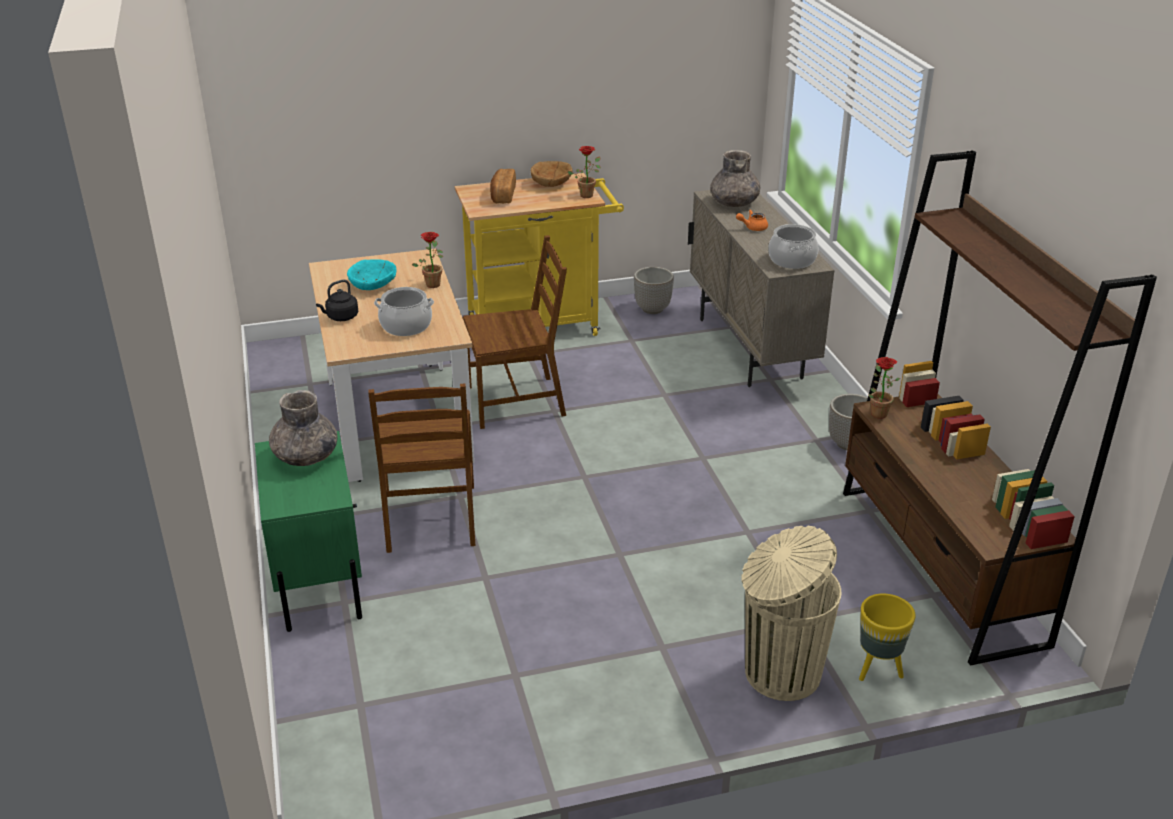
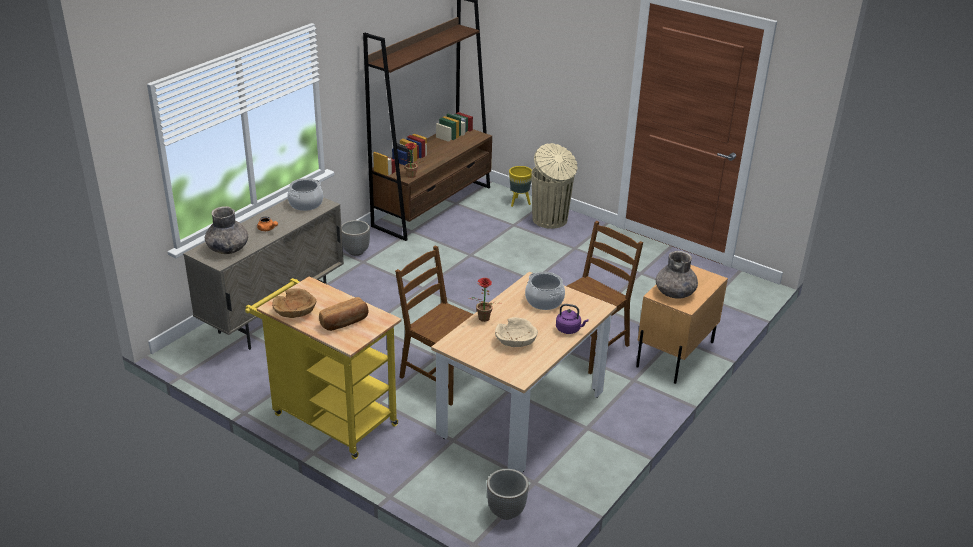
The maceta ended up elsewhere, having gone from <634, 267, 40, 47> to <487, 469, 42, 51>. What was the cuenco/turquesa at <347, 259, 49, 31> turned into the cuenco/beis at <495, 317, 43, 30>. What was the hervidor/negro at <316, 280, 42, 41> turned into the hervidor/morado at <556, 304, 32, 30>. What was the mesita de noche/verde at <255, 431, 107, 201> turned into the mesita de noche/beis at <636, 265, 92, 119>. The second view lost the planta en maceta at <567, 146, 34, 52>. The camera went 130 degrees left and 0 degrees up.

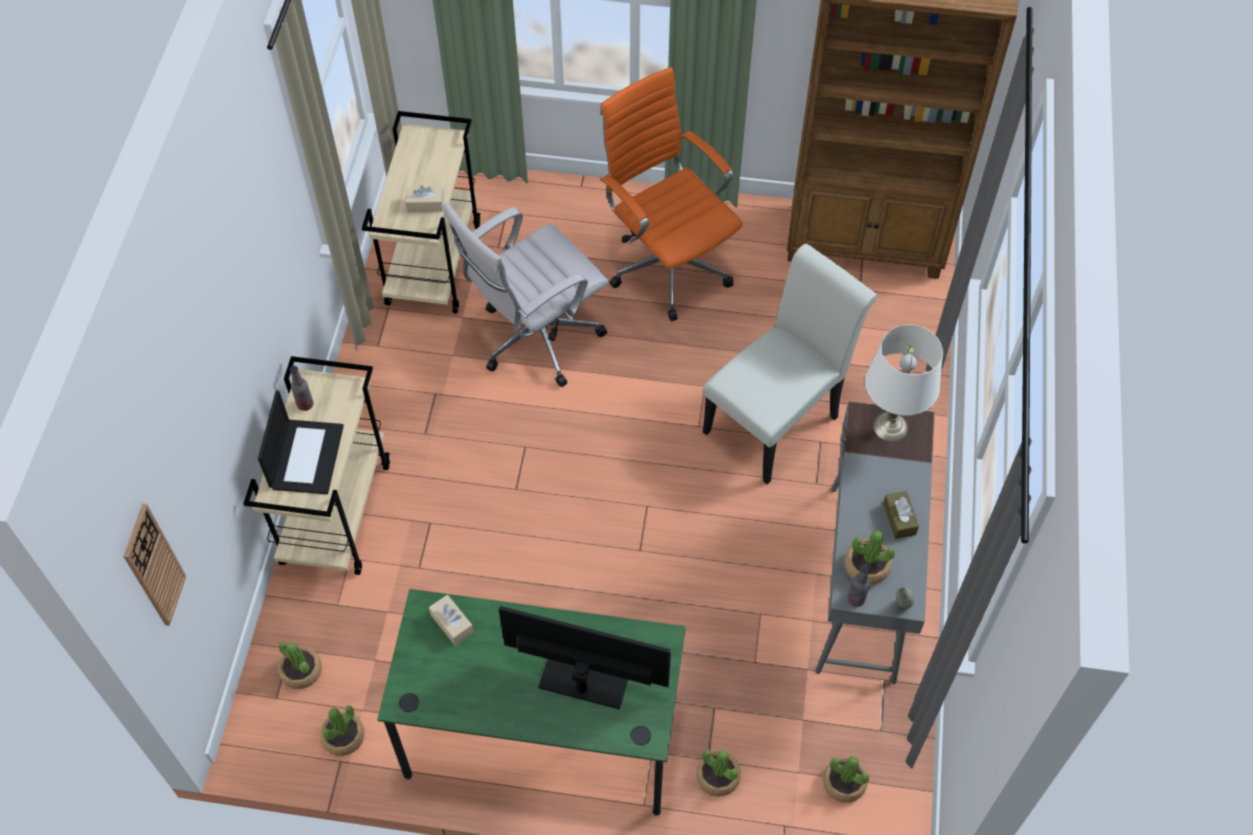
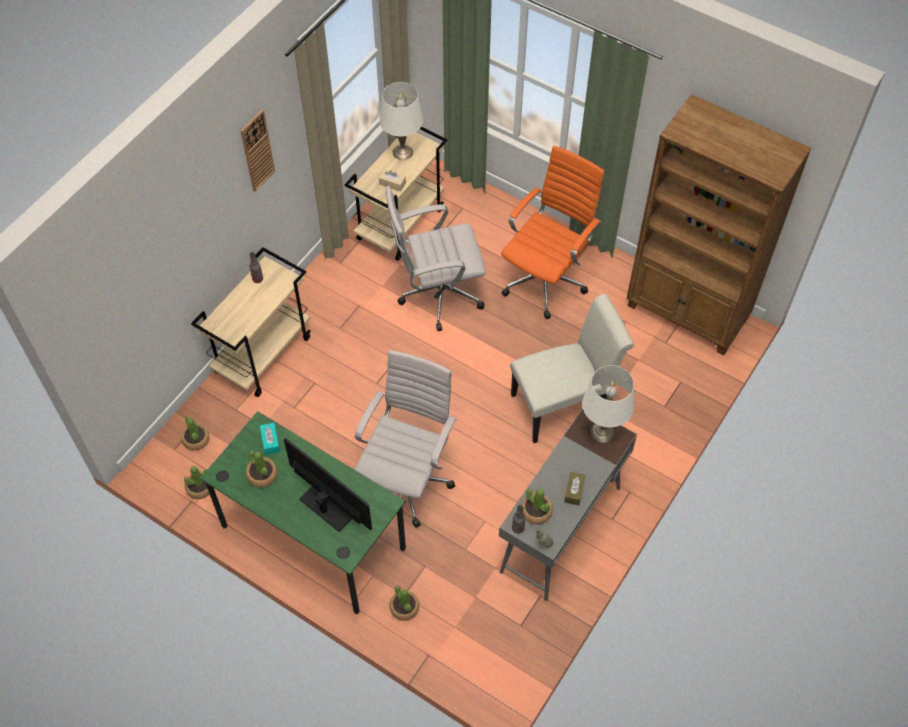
The reloj de pared ended up elsewhere, having gone from <123, 504, 63, 122> to <240, 110, 35, 82>. The planta en maceta ended up elsewhere, having gone from <823, 756, 46, 47> to <246, 451, 31, 37>. What was the caja de pañuelos/beis at <429, 595, 45, 51> turned into the caja de pañuelos/turquesa at <260, 423, 20, 32>. The second view gained the silla de oficina/blanco at <355, 350, 102, 178>. The second view gained the lámpara de mesa/blanco at <379, 82, 44, 78>. The silla de oficina/naranja at <600, 67, 142, 254> ended up facing another way, 45 degrees clockwise from before. The second view lost the portátil at <258, 390, 86, 104>. The camera went 25 degrees right and 0 degrees up.

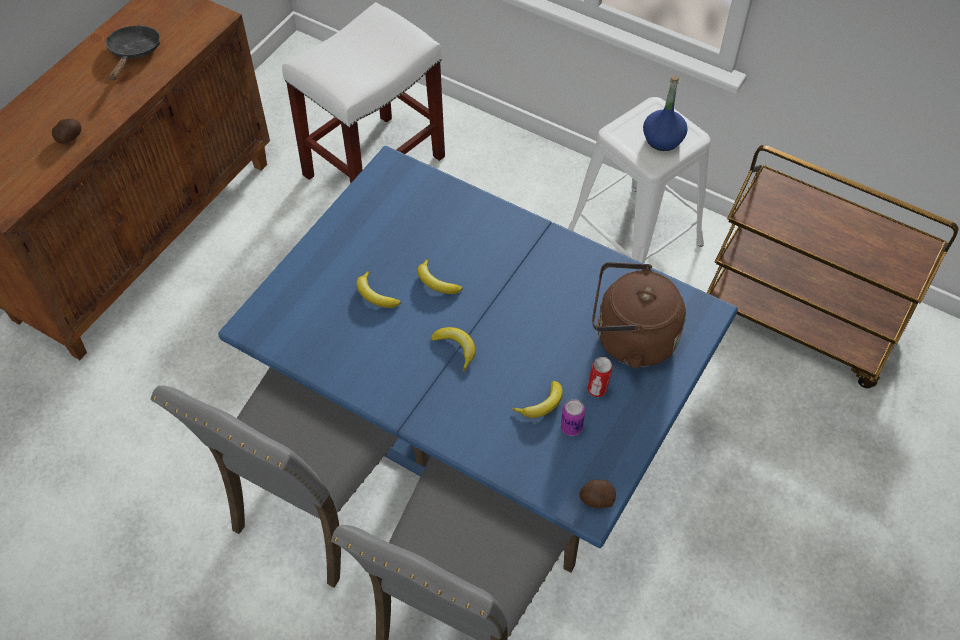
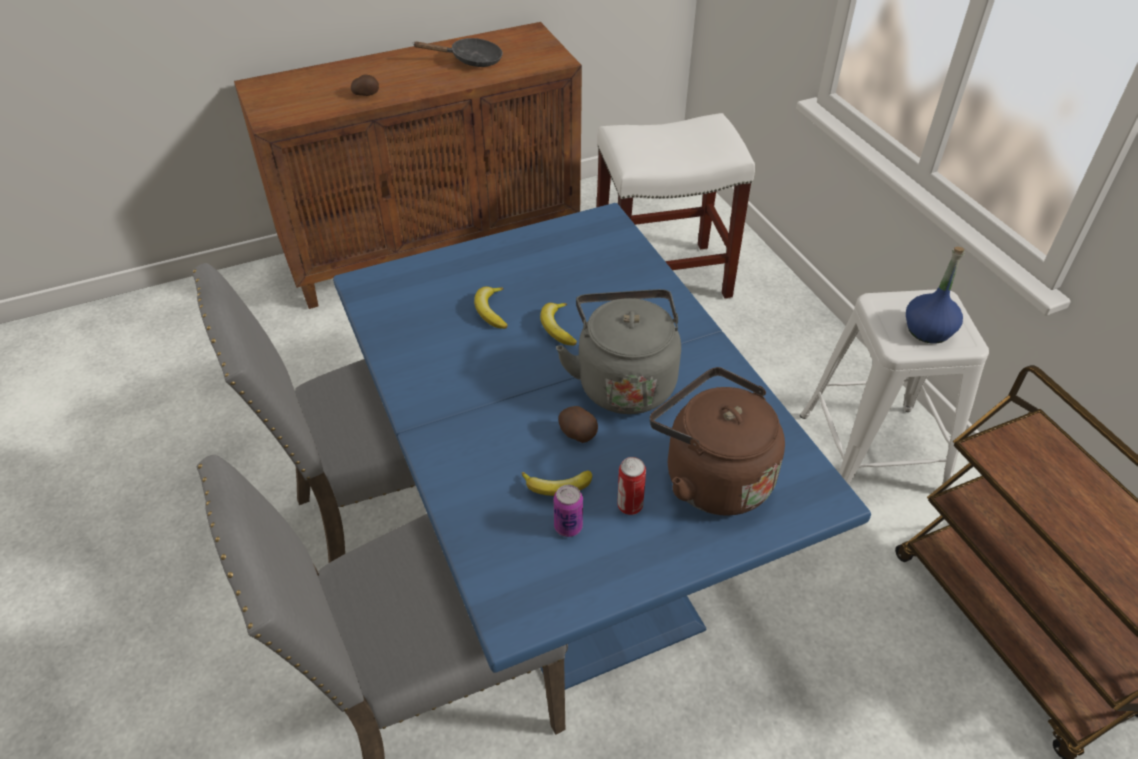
The sartén/negro at <106, 25, 54, 55> ended up facing another way, 45 degrees clockwise from before. The second view gained the hervidor/gris at <556, 289, 125, 125>. The patata ended up elsewhere, having gone from <580, 479, 36, 29> to <559, 406, 39, 37>. The second view lost the plátano at <431, 327, 45, 45>. The camera went 35 degrees right and 10 degrees down.

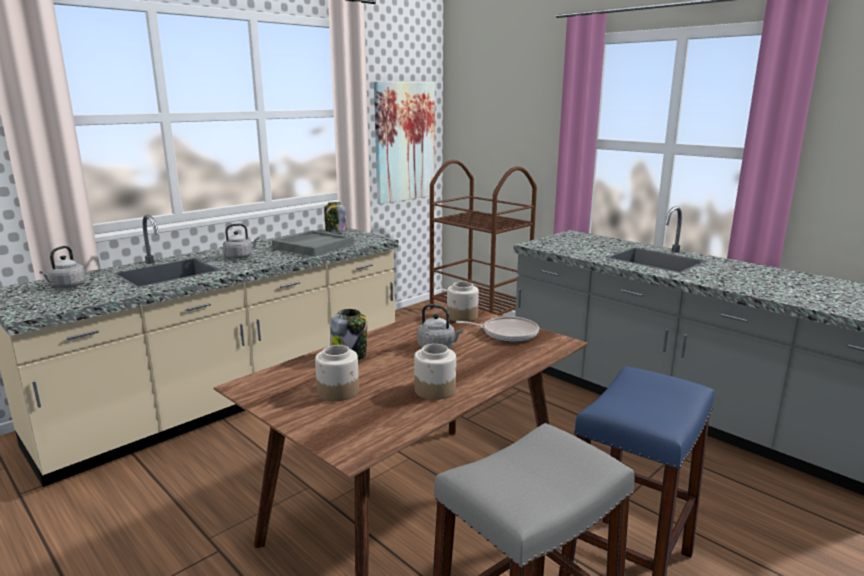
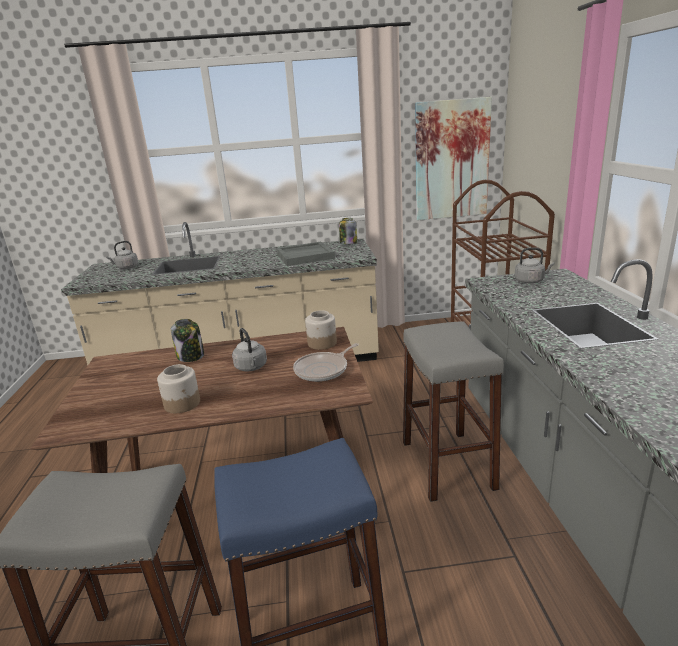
The sartén at <456, 316, 83, 26> ended up facing another way, 90 degrees clockwise from before. The second view gained the taburete/gris at <403, 321, 101, 181>. The hervidor/gris ended up elsewhere, having gone from <223, 224, 37, 35> to <515, 247, 40, 36>. The second view lost the tarro at <315, 345, 44, 56>. The camera went 40 degrees right and 5 degrees up.

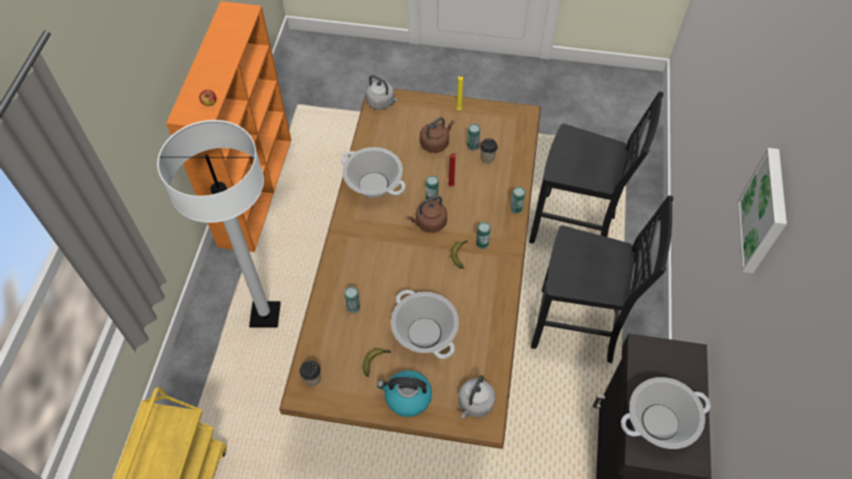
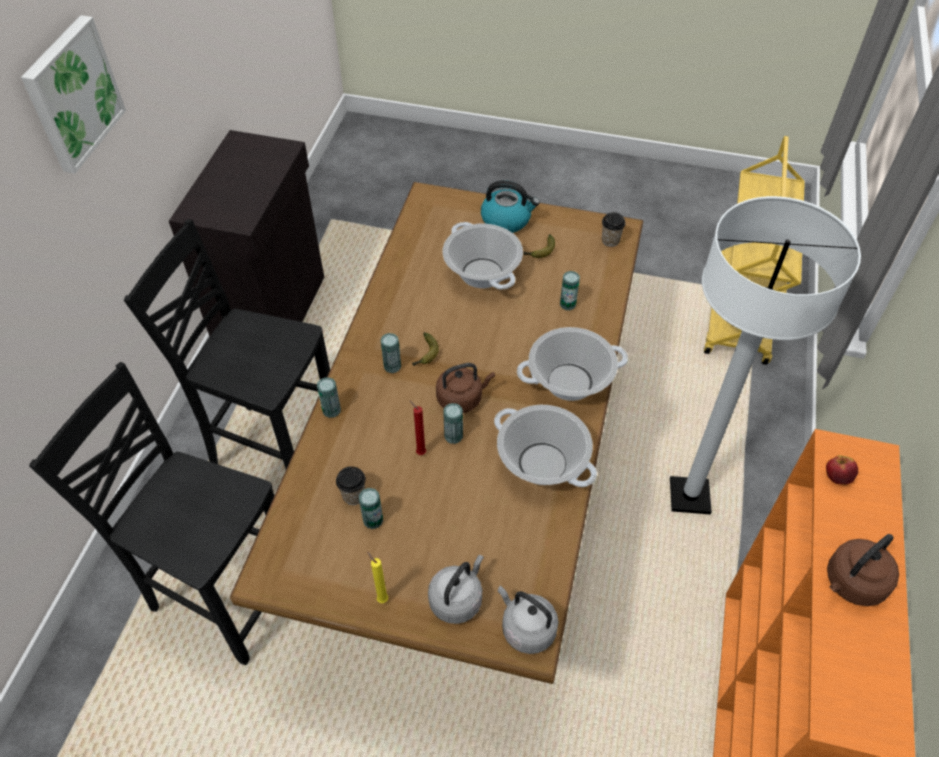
The hervidor/gris ended up elsewhere, having gone from <459, 375, 36, 43> to <428, 555, 56, 69>. The olla ended up elsewhere, having gone from <621, 377, 90, 72> to <517, 327, 111, 74>. The hervidor/marrón ended up elsewhere, having gone from <420, 117, 34, 36> to <827, 534, 72, 72>. The camera went 175 degrees left and 5 degrees down.

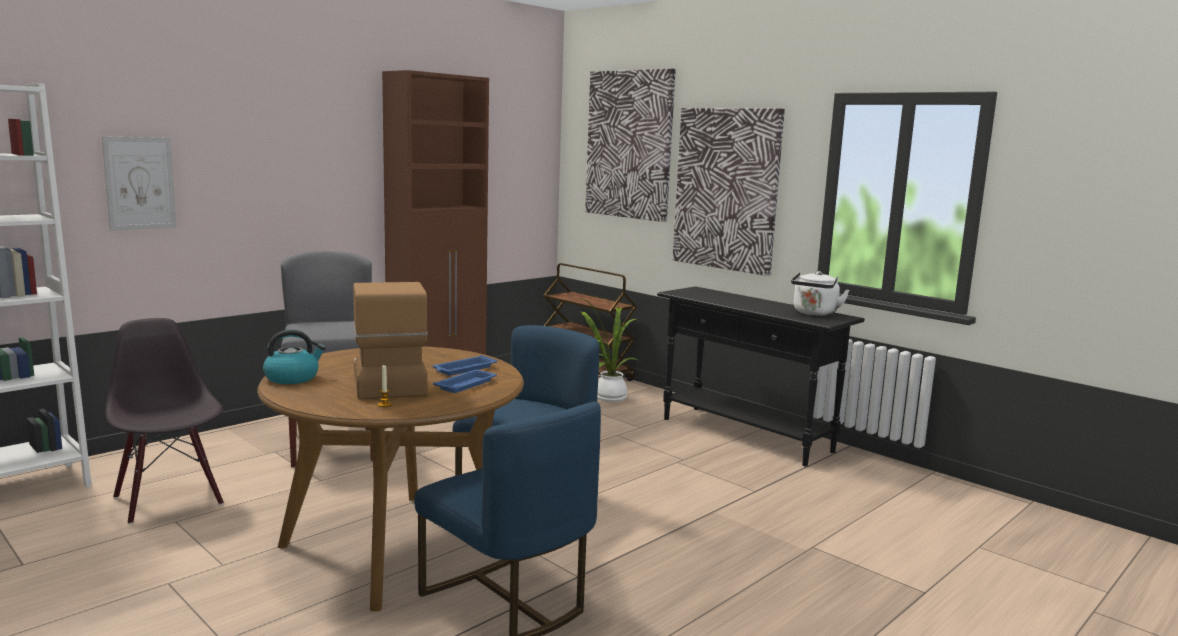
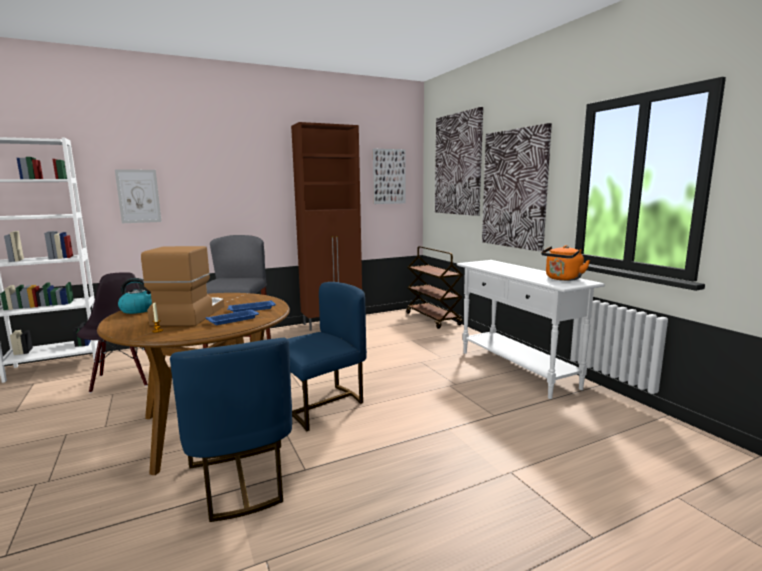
The second view gained the cuadro at <373, 149, 33, 55>. What was the mesa consola/negro at <657, 286, 208, 180> turned into the mesa consola/blanco at <457, 260, 148, 139>. What was the hervidor/blanco at <791, 271, 58, 45> turned into the hervidor/naranja at <541, 245, 49, 36>. The second view lost the planta en maceta at <578, 298, 62, 104>. The camera went 20 degrees right and 0 degrees up.

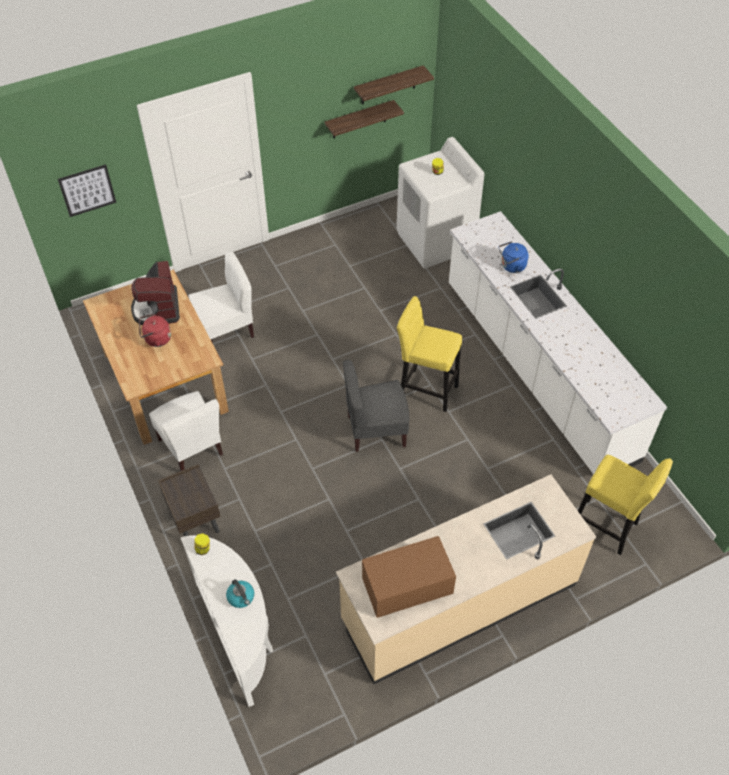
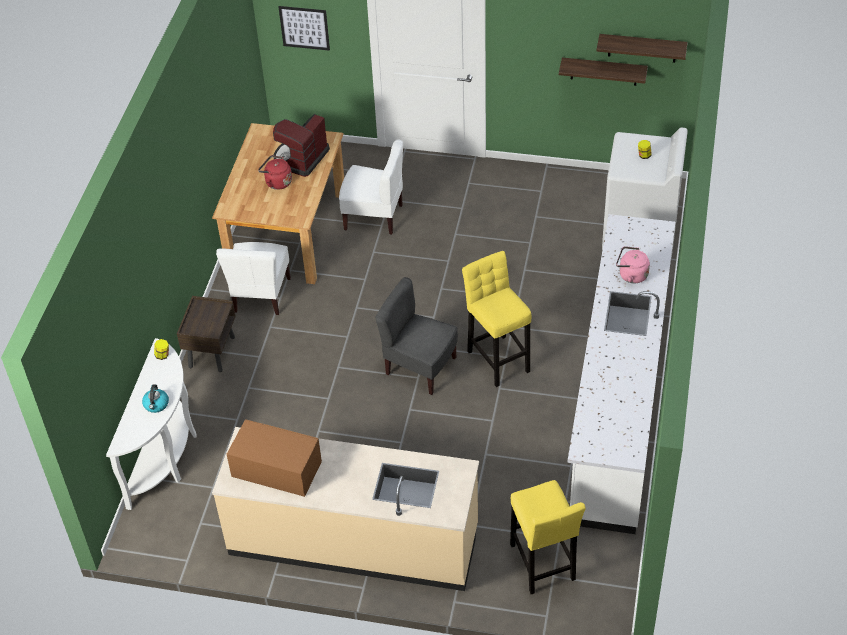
What was the hervidor/azul at <498, 241, 31, 32> turned into the hervidor/rosa at <616, 246, 34, 37>. The camera went 40 degrees right and 5 degrees down.

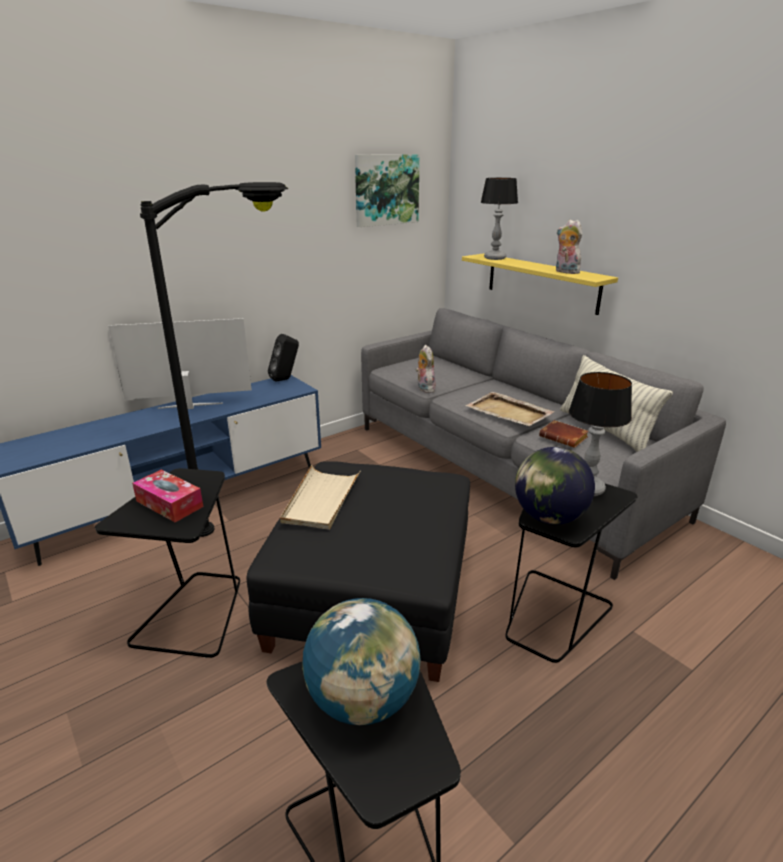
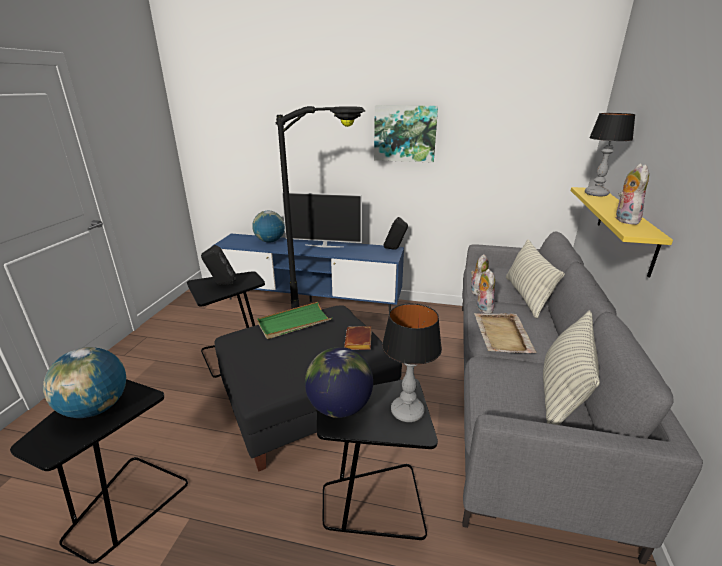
Where the caja de pañuelos stood at <132, 470, 71, 52>, the altavoz/negro came to stand at <201, 245, 35, 40>. The second view gained the globo terráqueo at <252, 211, 33, 32>. What was the bandeja/beis at <280, 465, 80, 65> turned into the bandeja/verde at <257, 302, 75, 37>. The televisor at <108, 318, 144, 91> ended up facing another way, 150 degrees clockwise from before. The libro/marrón ended up elsewhere, having gone from <539, 420, 50, 28> to <344, 326, 28, 24>. The cuadro ended up elsewhere, having gone from <355, 154, 65, 73> to <374, 105, 64, 58>. The second view gained the peluche at <476, 269, 19, 45>. The second view gained the cojín at <506, 239, 59, 79>. The camera went 50 degrees right and 0 degrees up.

